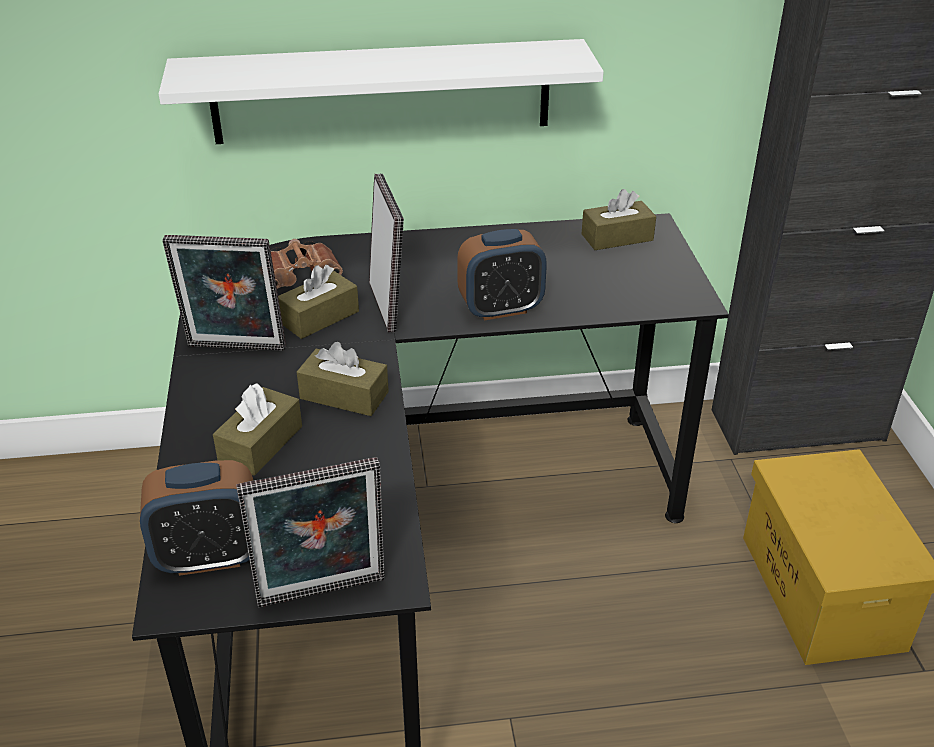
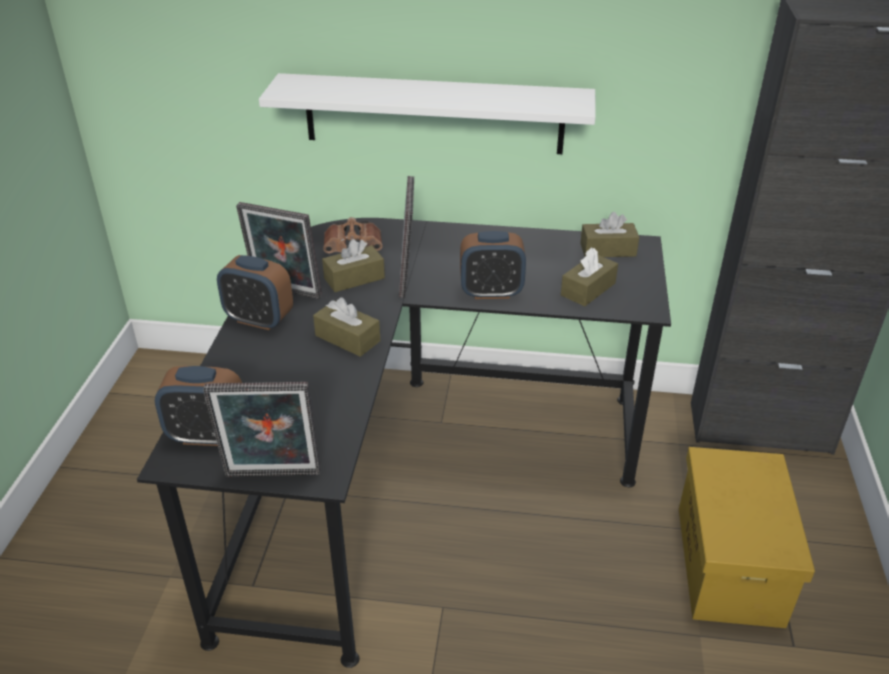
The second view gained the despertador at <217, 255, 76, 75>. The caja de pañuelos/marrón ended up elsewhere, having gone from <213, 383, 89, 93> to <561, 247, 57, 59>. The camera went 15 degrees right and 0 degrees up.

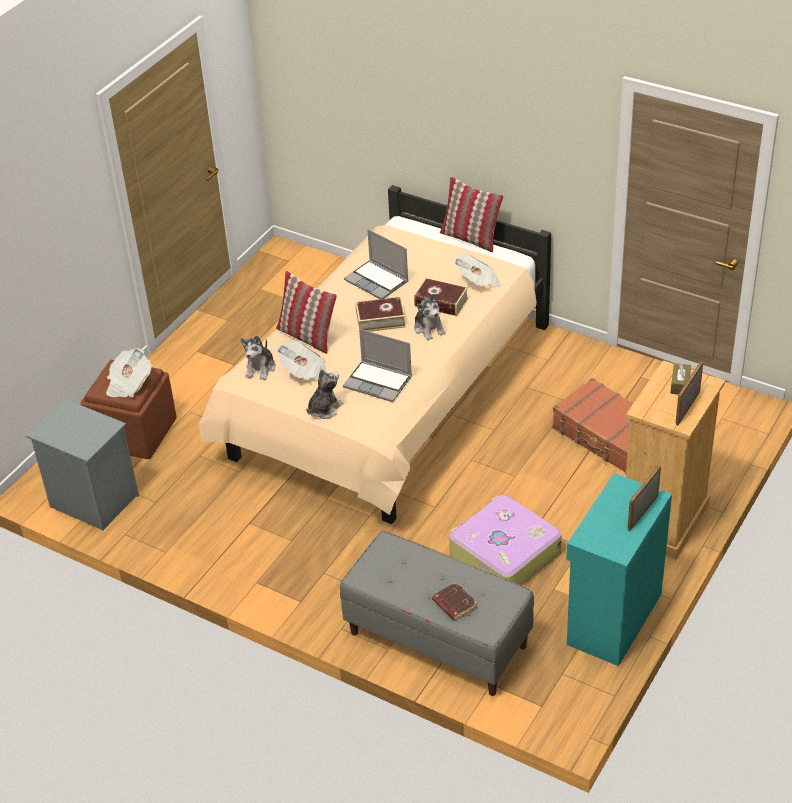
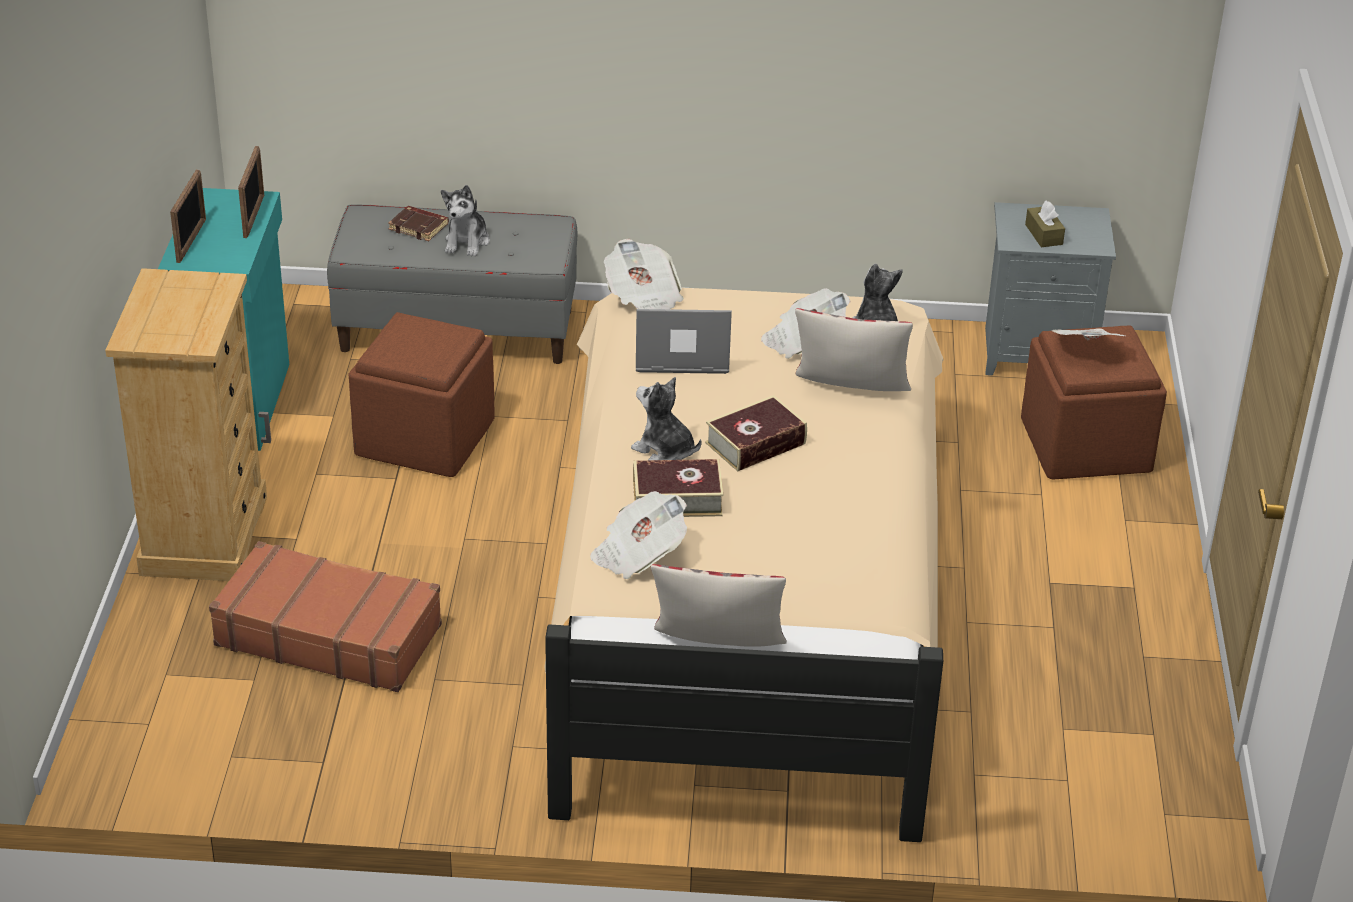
The portarretratos ended up elsewhere, having gone from <675, 362, 28, 63> to <238, 146, 26, 92>. Where the maleta stood at <449, 495, 113, 91>, the puf/marrón came to stand at <348, 312, 147, 165>. The peluche ended up elsewhere, having gone from <306, 369, 37, 50> to <441, 185, 49, 72>. The second view gained the periódico at <604, 239, 80, 70>. The caja de pañuelos/marrón ended up elsewhere, having gone from <670, 362, 21, 32> to <1025, 201, 40, 46>. The second view lost the portátil at <344, 229, 65, 70>. The camera went 150 degrees right and 5 degrees down.

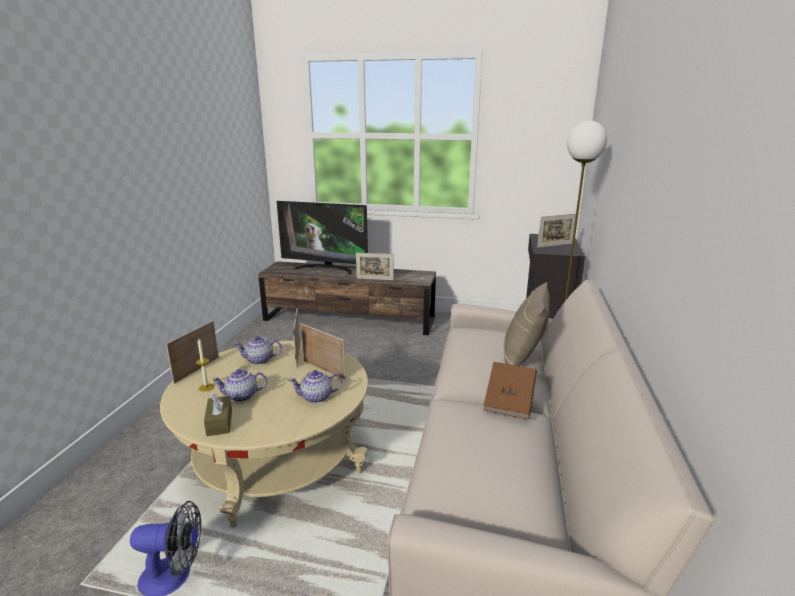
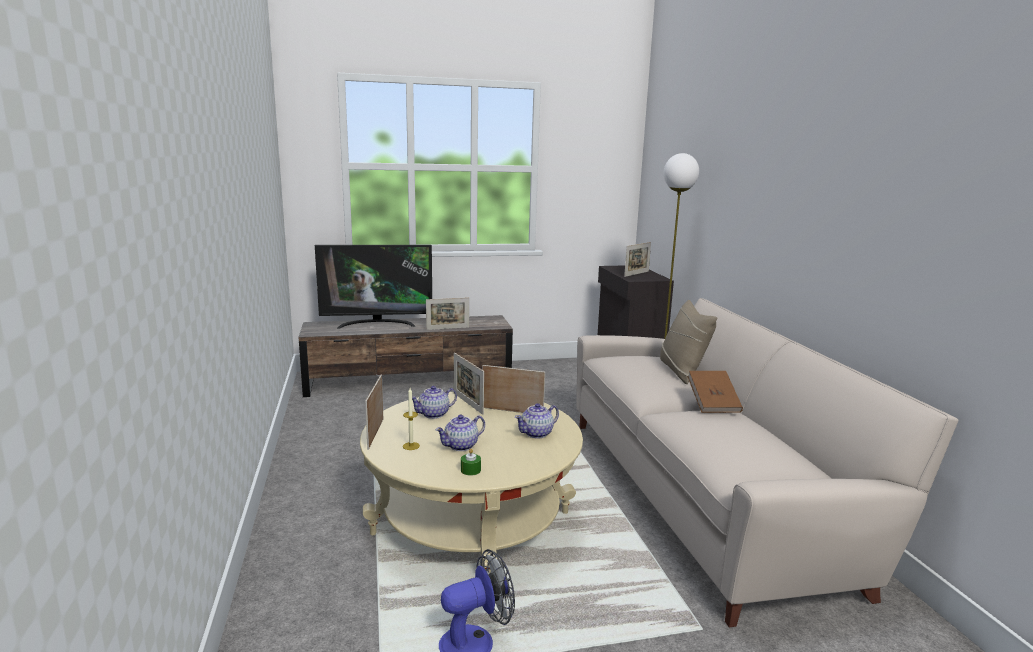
Where the caja de pañuelos/marrón stood at <204, 393, 28, 43>, the vela/verde came to stand at <461, 448, 20, 28>. The camera went 25 degrees left and 5 degrees down.

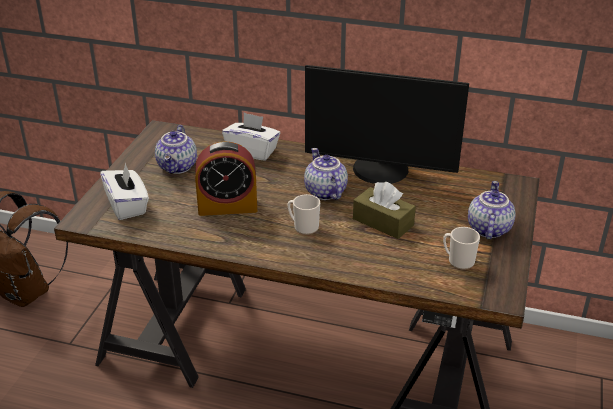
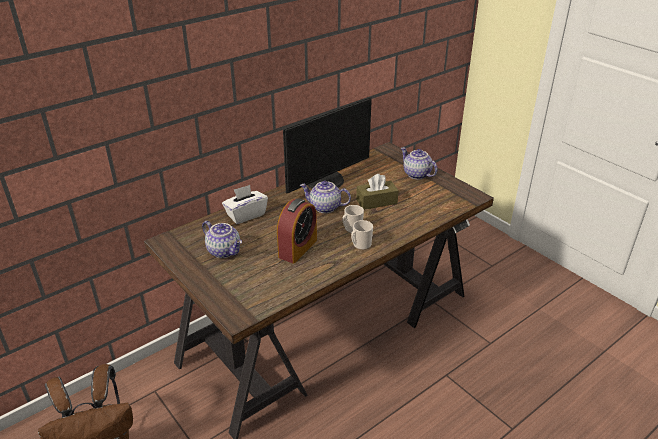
The taza grande ended up elsewhere, having gone from <443, 227, 37, 43> to <351, 220, 22, 30>. The second view lost the caja de pañuelos/blanco at <100, 163, 49, 57>. The camera went 55 degrees left and 0 degrees up.

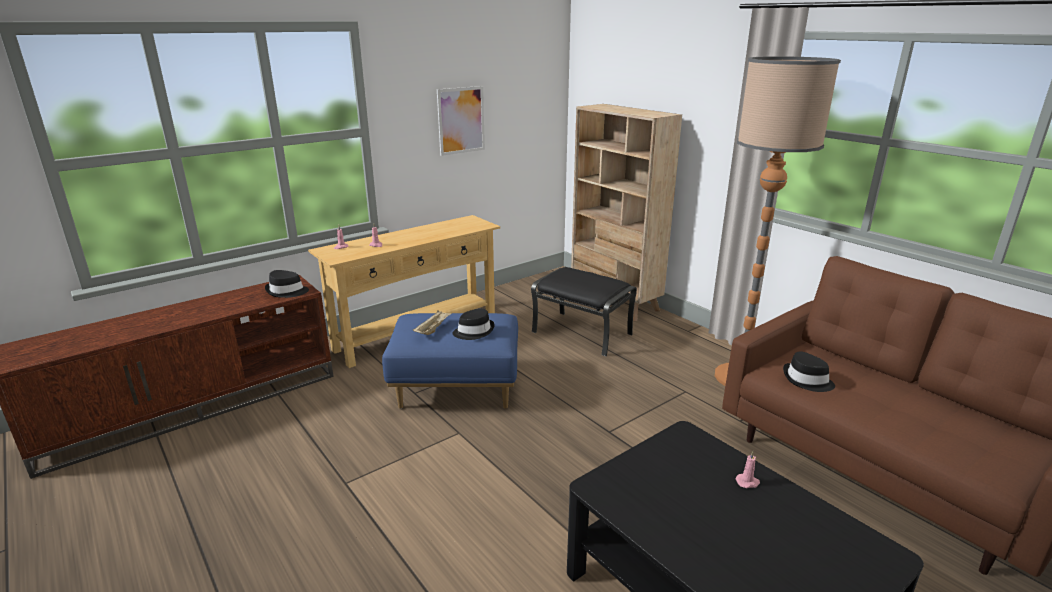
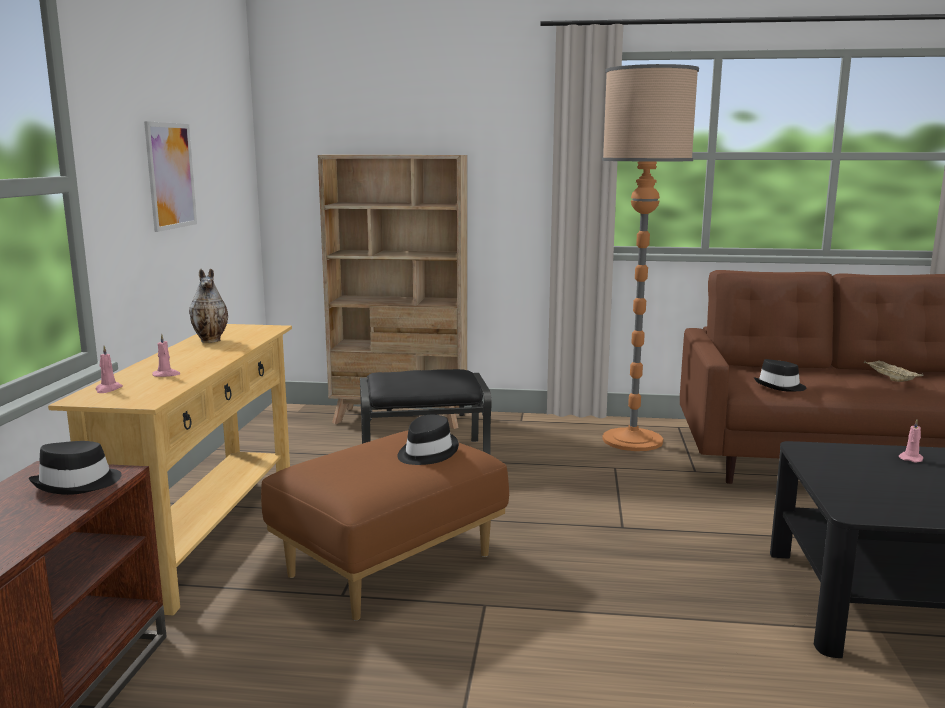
The second view gained the florero at <189, 269, 39, 74>. What was the puf/azul at <382, 313, 136, 96> turned into the puf/marrón at <261, 430, 248, 191>. The bandeja/beis ended up elsewhere, having gone from <413, 310, 39, 25> to <864, 361, 60, 21>. The camera went 45 degrees left and 10 degrees down.

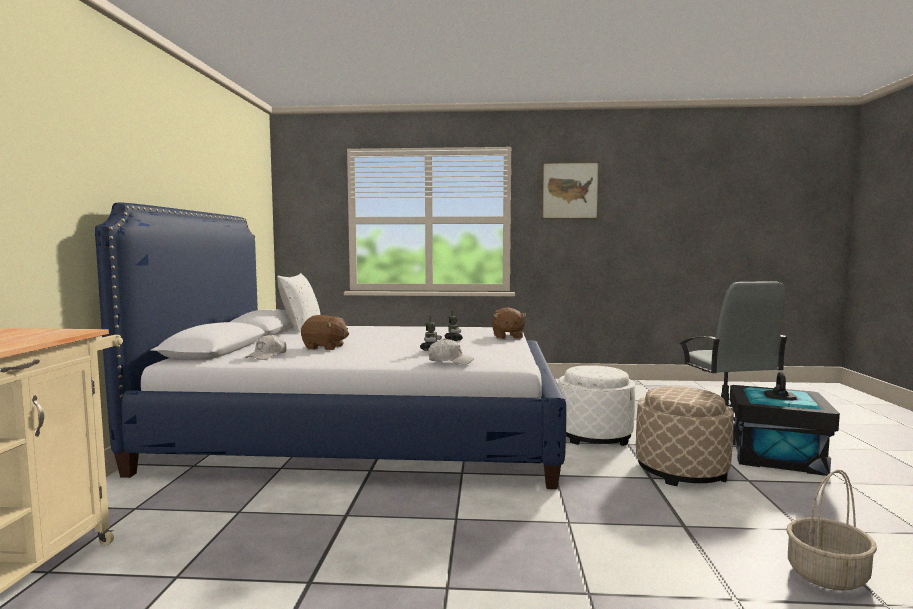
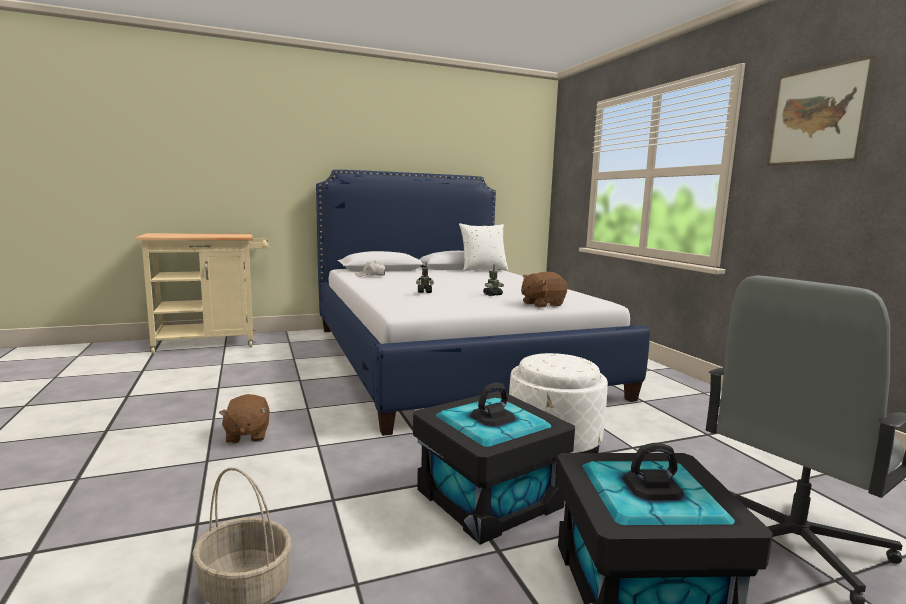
The peluche/marrón ended up elsewhere, having gone from <301, 315, 48, 35> to <219, 394, 51, 50>. Where the puf/beis stood at <636, 386, 98, 100>, the caja de almacenaje/negro came to stand at <413, 382, 162, 163>. The second view lost the gorra/blanco at <428, 339, 46, 26>. The camera went 65 degrees right and 5 degrees up.

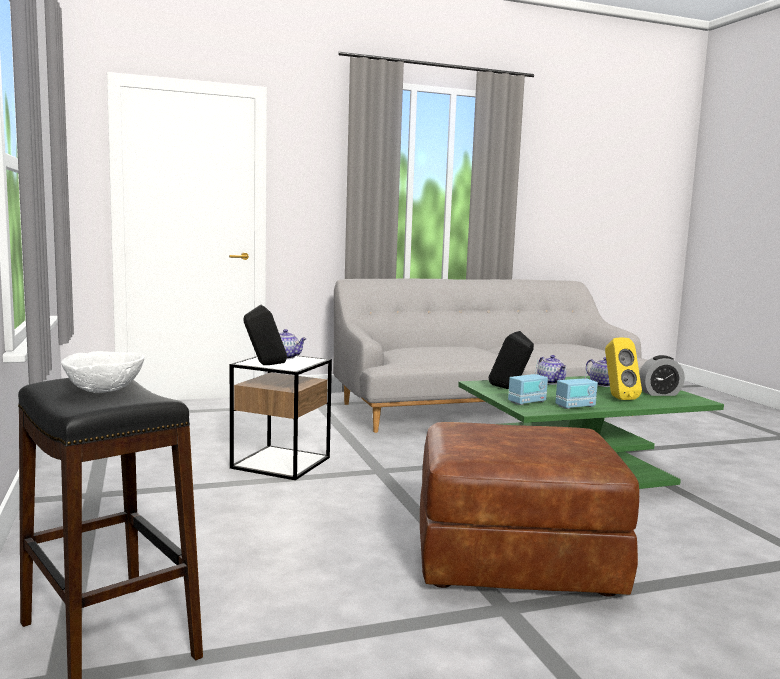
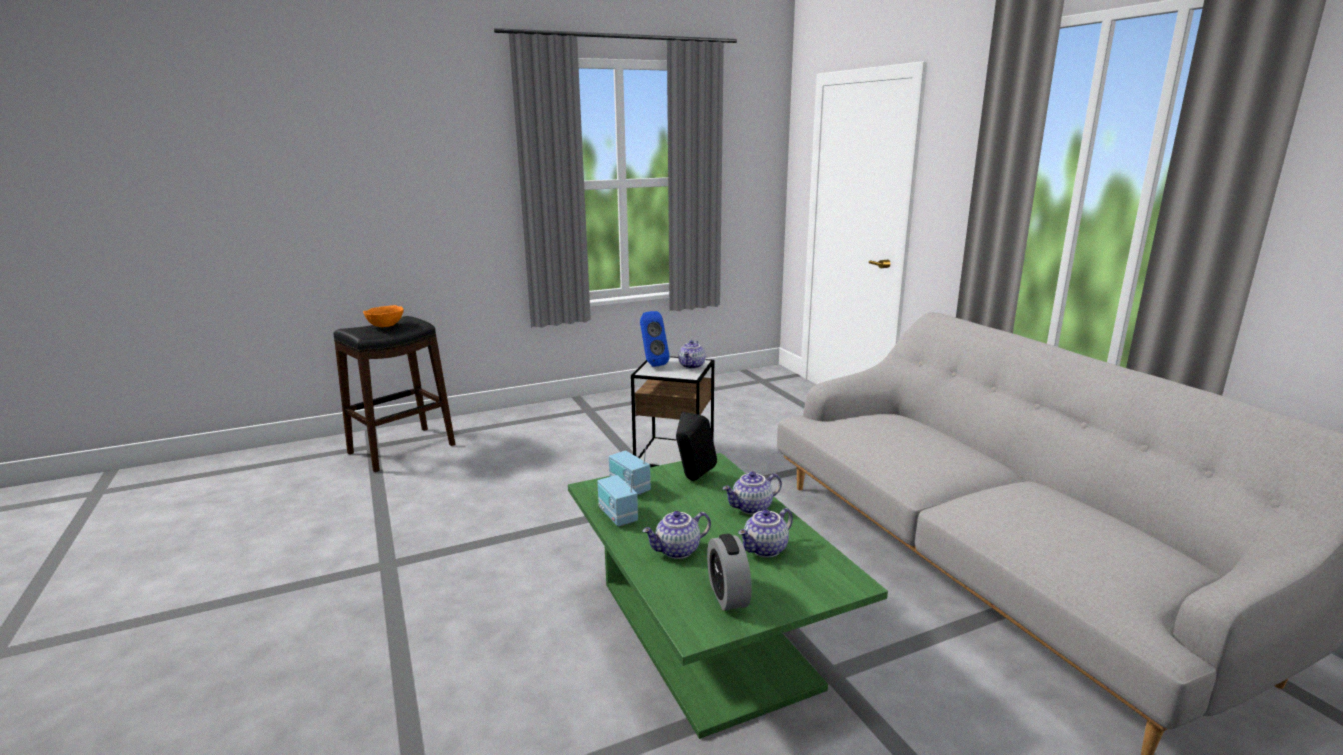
What was the cuenco/blanco at <61, 351, 84, 42> turned into the cuenco/naranja at <363, 305, 41, 22>. What was the altavoz/negro at <244, 305, 43, 60> turned into the altavoz/azul at <640, 311, 30, 56>. Where the altavoz/amarillo stood at <605, 338, 37, 62>, the tetera came to stand at <642, 511, 69, 48>. The second view lost the puf/marrón at <420, 422, 219, 175>. The camera went 85 degrees right and 10 degrees up.

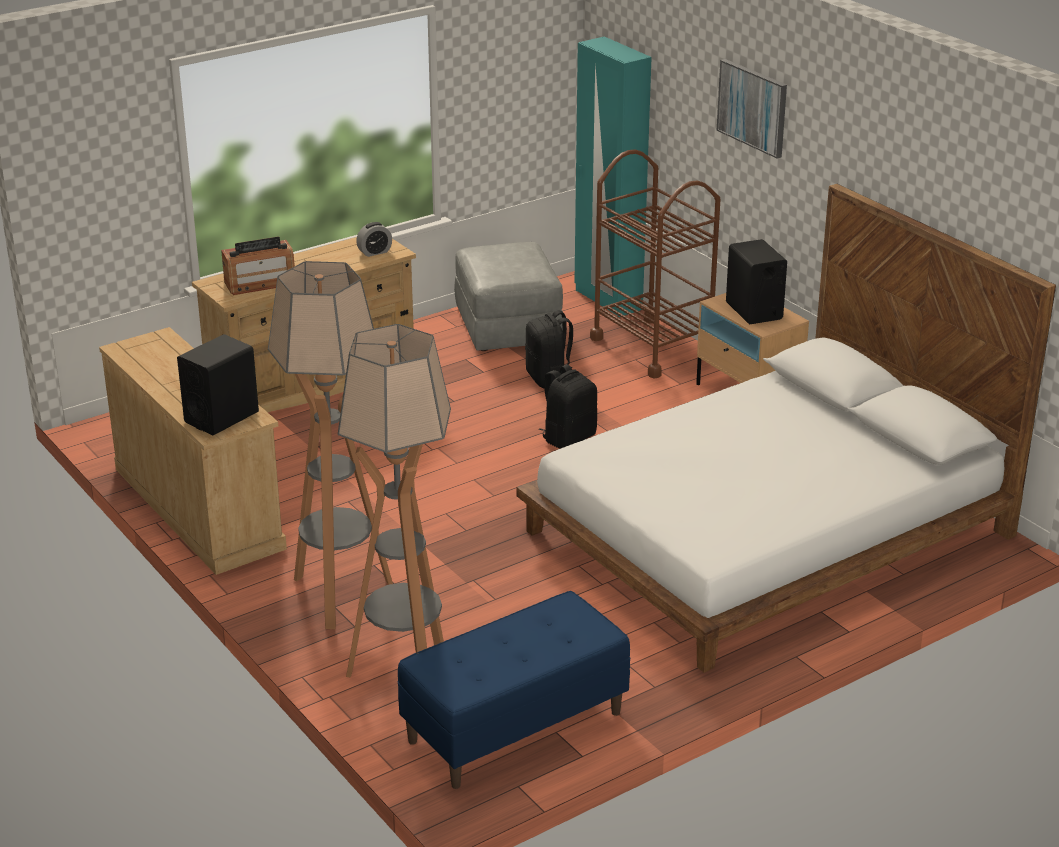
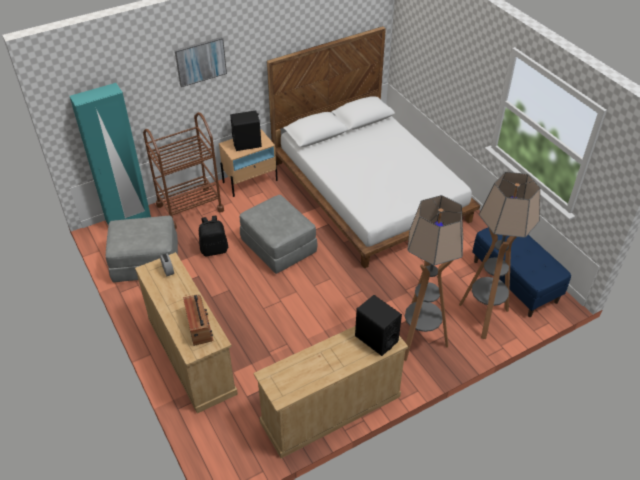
Where the mochila/negro stood at <539, 364, 58, 85>, the puf/gris came to stand at <240, 195, 78, 79>. The camera went 85 degrees left and 15 degrees up.

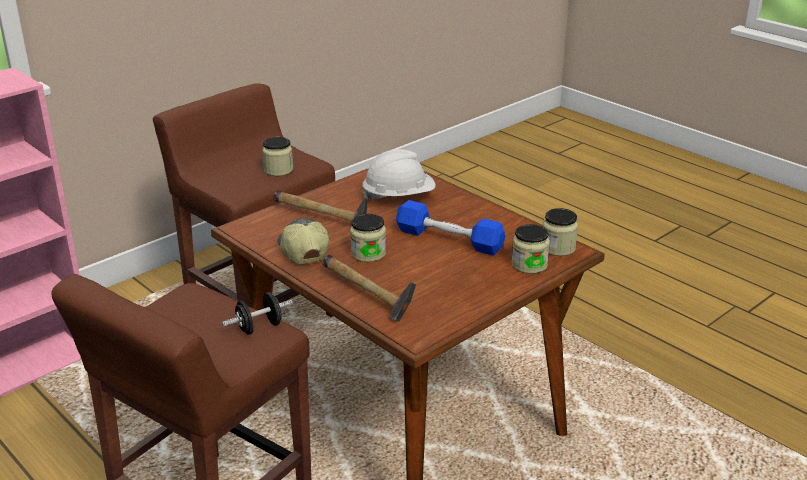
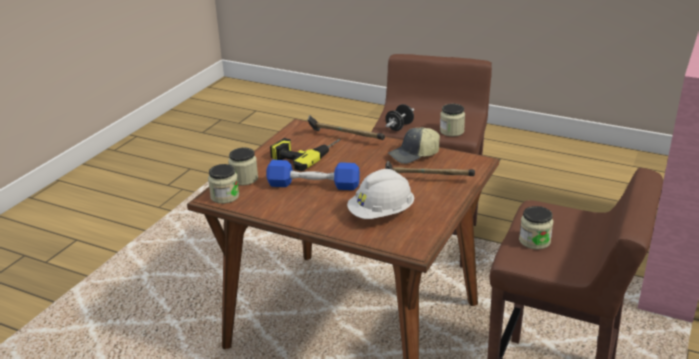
The second view gained the taladro at <270, 138, 71, 34>. The gorra at <277, 218, 52, 46> ended up facing another way, 105 degrees clockwise from before. The tarro ended up elsewhere, having gone from <350, 214, 36, 48> to <440, 104, 25, 33>. The camera went 160 degrees right and 0 degrees up.

